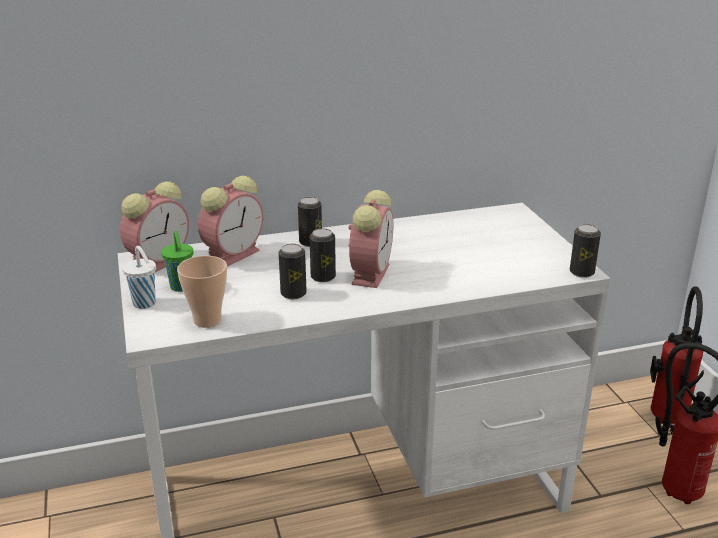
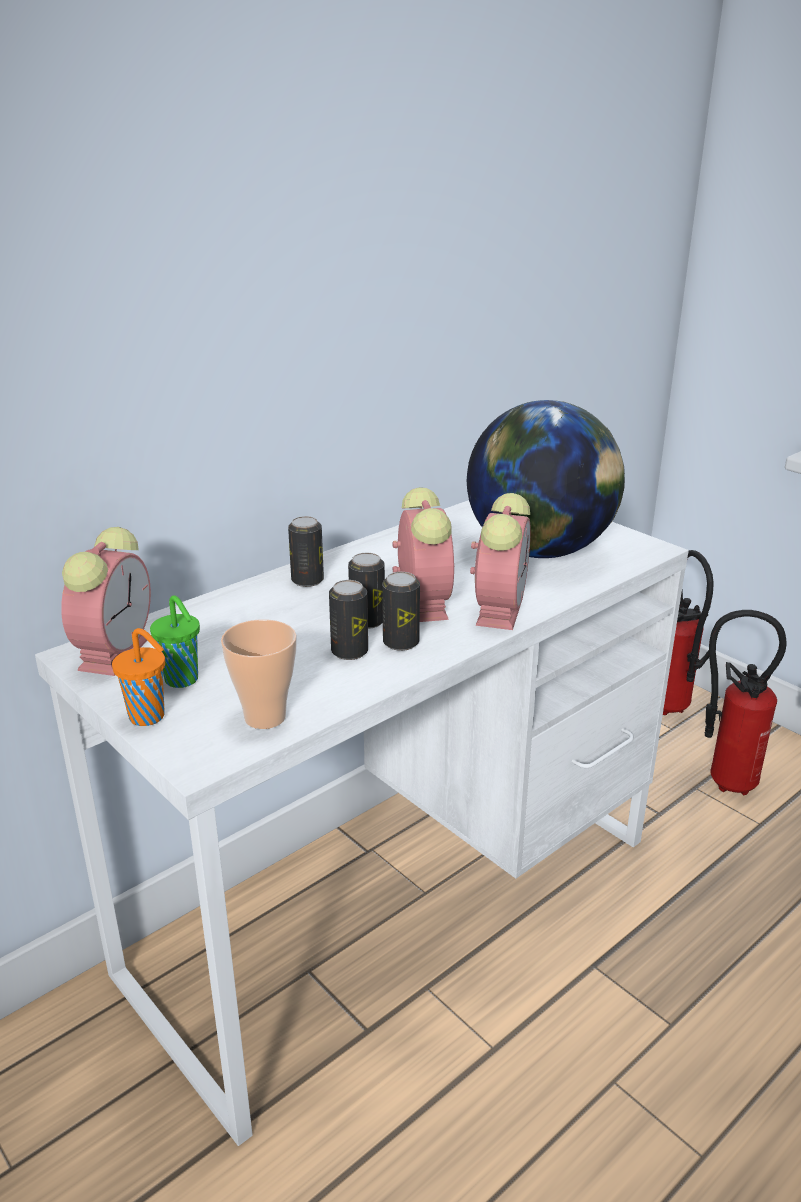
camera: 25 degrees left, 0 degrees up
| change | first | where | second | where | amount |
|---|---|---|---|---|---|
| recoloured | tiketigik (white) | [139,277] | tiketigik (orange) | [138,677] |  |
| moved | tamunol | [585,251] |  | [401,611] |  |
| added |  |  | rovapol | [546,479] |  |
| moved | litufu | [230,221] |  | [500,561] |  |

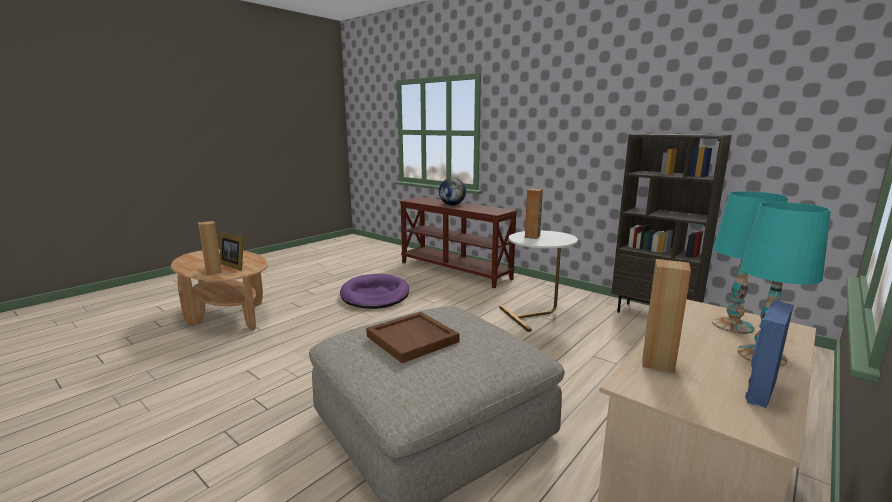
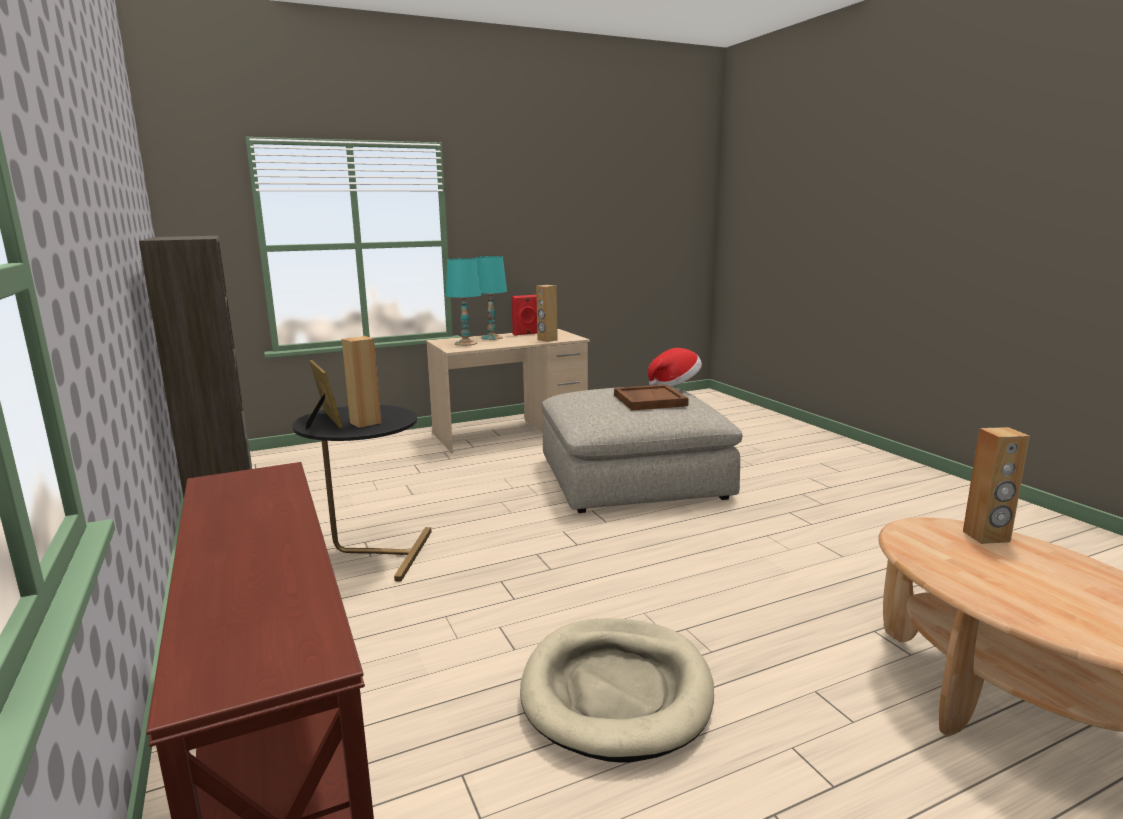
camera: 155 degrees left, 0 degrees up
| change | first | where | second | where | amount |
|---|---|---|---|---|---|
| recoloured | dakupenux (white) | [538,281] | dakupenux (black) | [361,493] |  |
| moved | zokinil | [232,251] |  | [324,395] |  |
| recoloured | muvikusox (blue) | [769,354] | muvikusox (red) | [524,315] |  |
| recoloured | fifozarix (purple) | [374,291] | fifozarix (beige) | [617,690] |  |
| added |  |  | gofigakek | [675,367] |  |
| removed | rovapol | [452,191] |  |  |  |

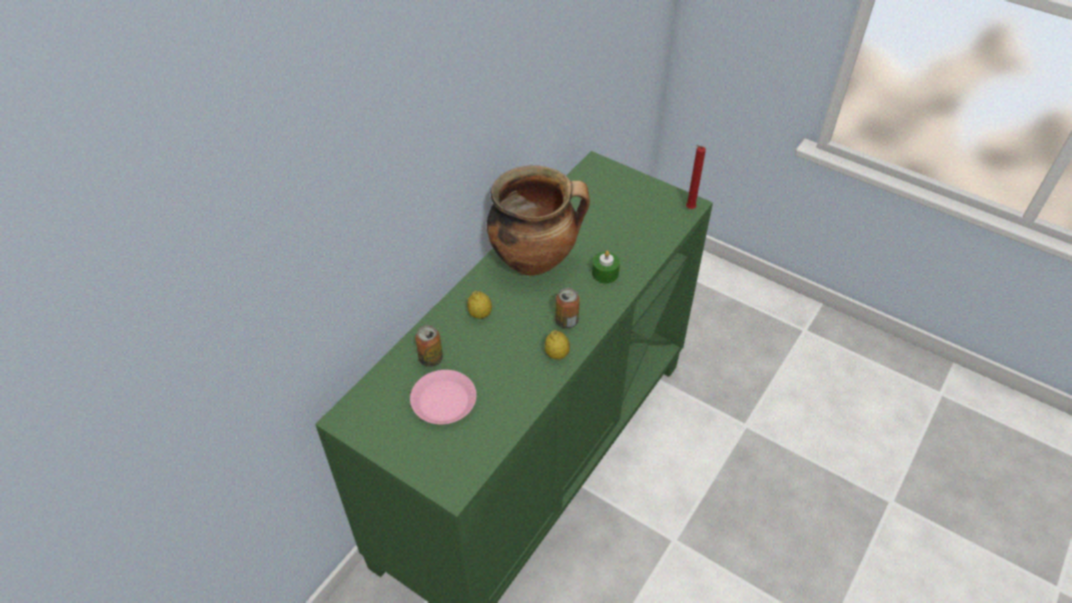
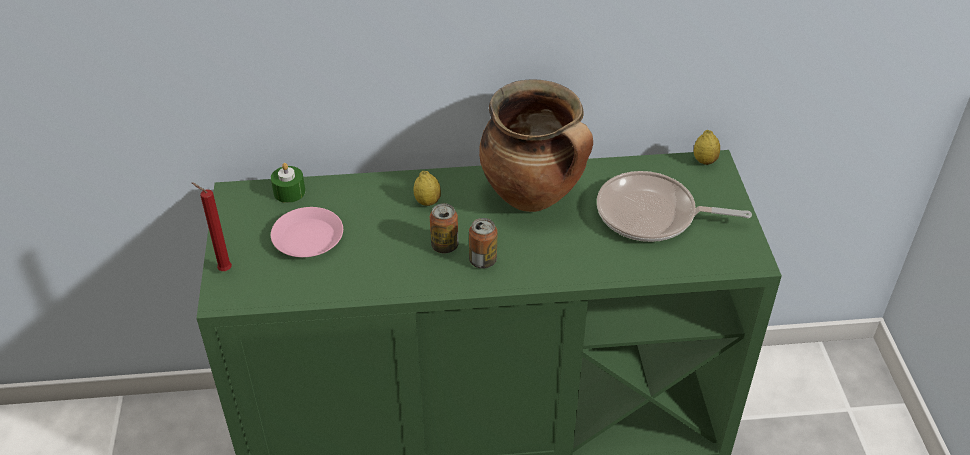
camera: 50 degrees right, 5 degrees down
| change | first | where | second | where | amount |
|---|---|---|---|---|---|
| moved | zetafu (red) | [696,177] |  | [212,227] |  |
| moved | zetafu (green) | [606,267] |  | [288,183] |  |
| moved | tamunol | [429,346] |  | [444,228] |  |
| added |  |  | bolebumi | [674,206] |  |
| moved | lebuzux | [557,345] |  | [707,147] |  |

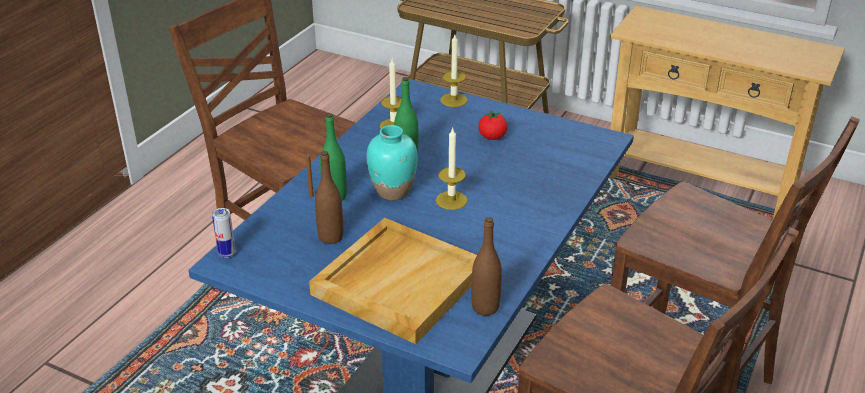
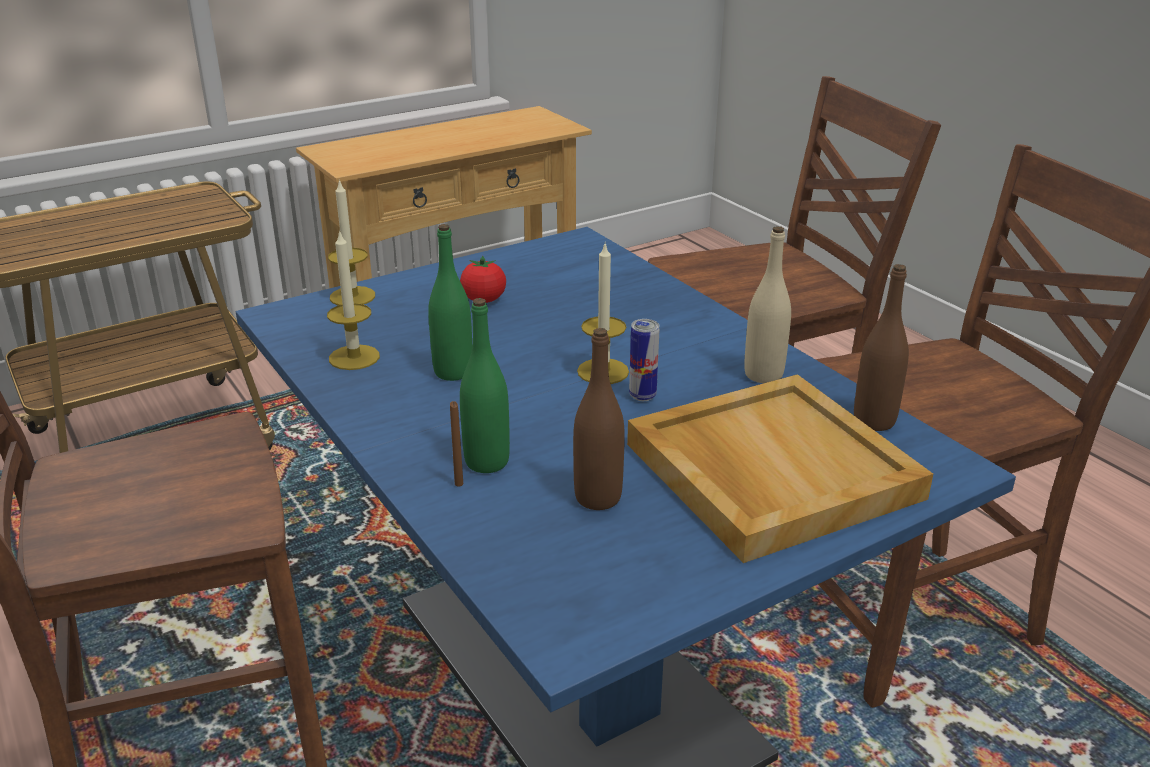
camera: 60 degrees left, 5 degrees down
| change | first | where | second | where | amount |
|---|---|---|---|---|---|
| moved | tamunol | [224,233] |  | [644,360] |  |
| added |  |  | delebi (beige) | [767,304] |  |
| removed | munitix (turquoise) | [392,163] |  |  |  |

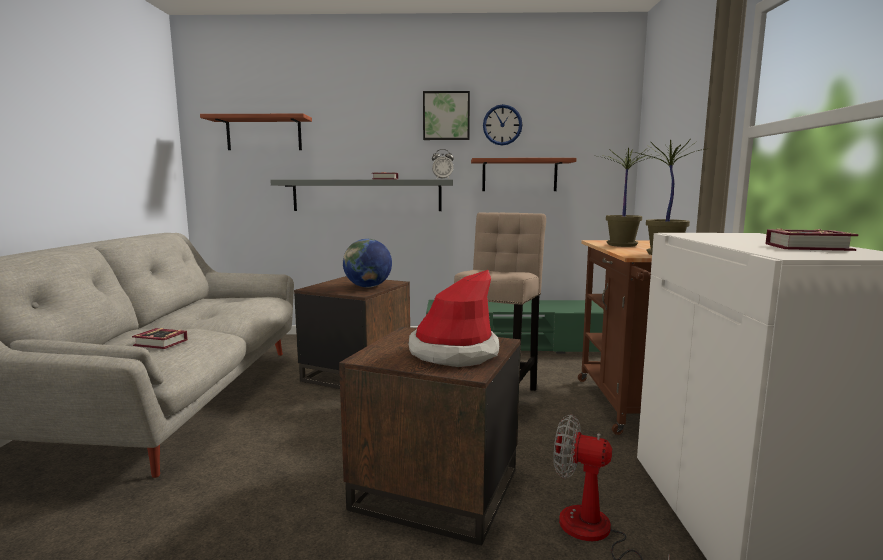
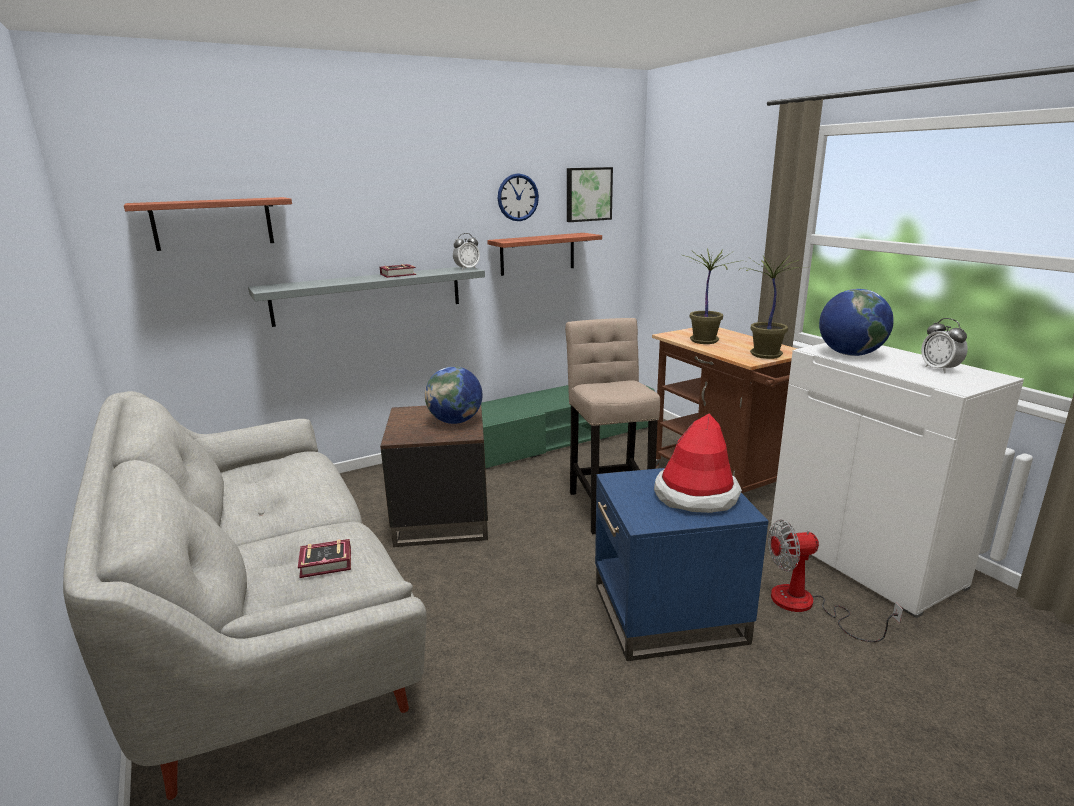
camera: 30 degrees left, 10 degrees up
| change | first | where | second | where | amount |
|---|---|---|---|---|---|
| moved | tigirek | [446,115] |  | [590,194] |  |
| recoloured | dakupenux (brown) | [430,436] | dakupenux (blue) | [682,564] |  |
| added |  |  | rovapol | [856,322] |  |
| replaced | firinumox | [812,239] | litufu | [944,345] |  |

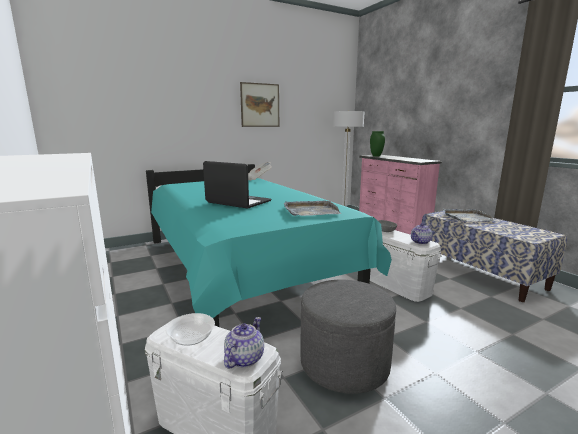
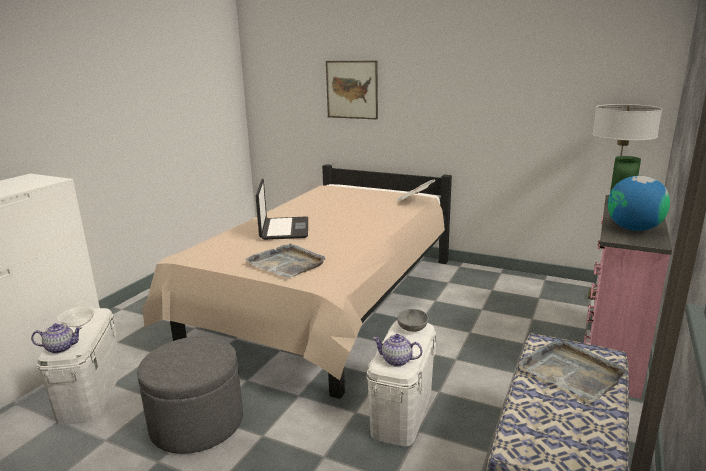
camera: 55 degrees right, 5 degrees up
| change | first | where | second | where | amount |
|---|---|---|---|---|---|
| recoloured | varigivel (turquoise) | [269,245] | varigivel (beige) | [297,281] |  |
| moved | tigirek | [259,104] |  | [352,90] |  |
| added |  |  | rovapol | [639,203] |  |

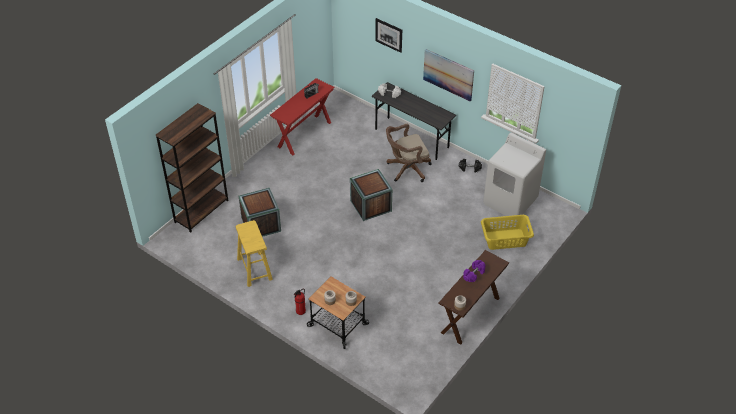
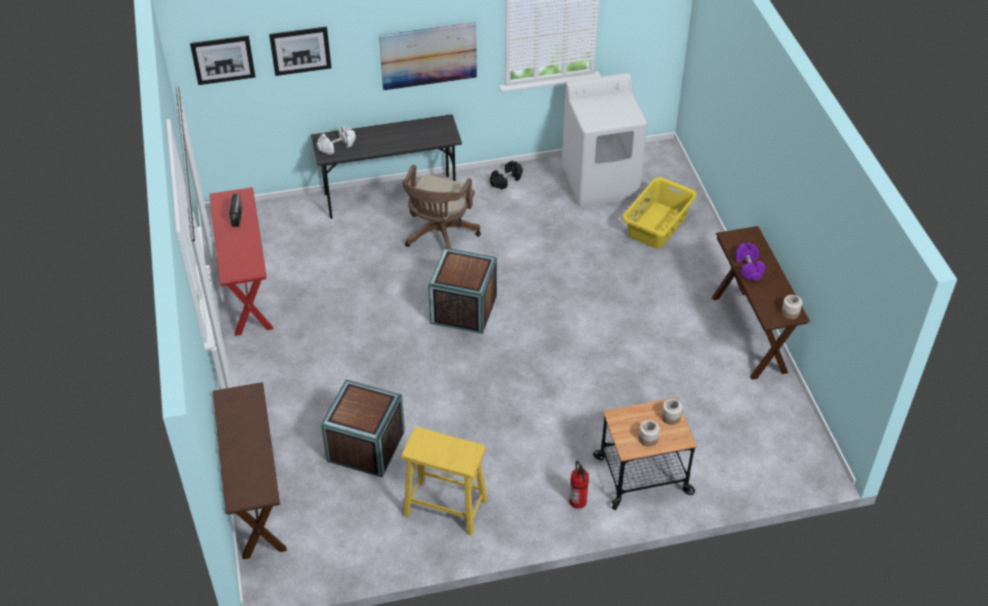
camera: 50 degrees left, 0 degrees up
| change | first | where | second | where | amount |
|---|---|---|---|---|---|
| added |  |  | tigirek | [222,60] |  |
| replaced | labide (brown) | [192,168] | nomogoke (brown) | [250,471] |  |

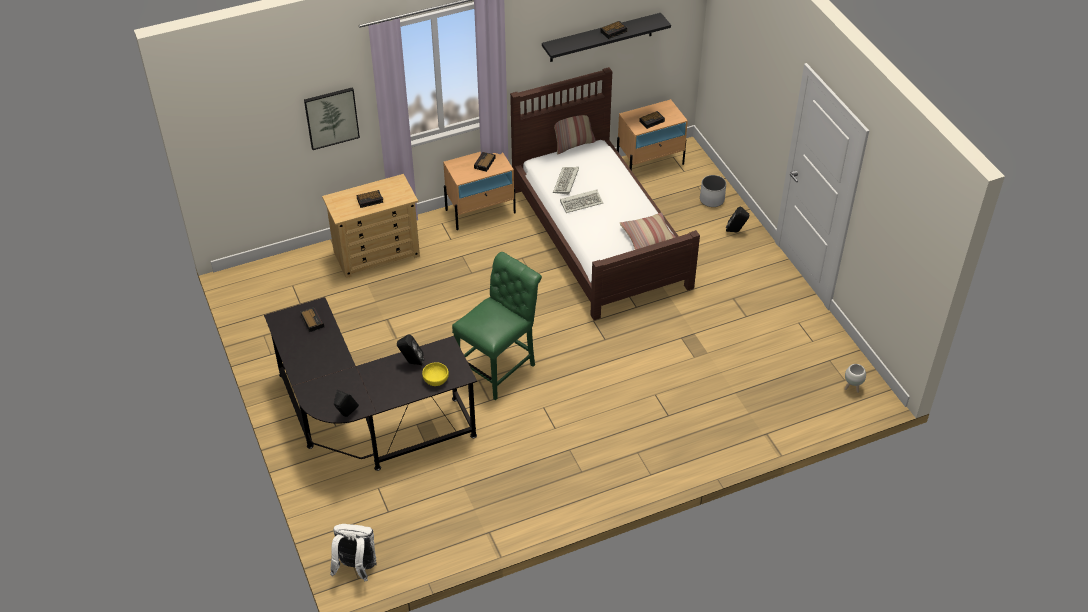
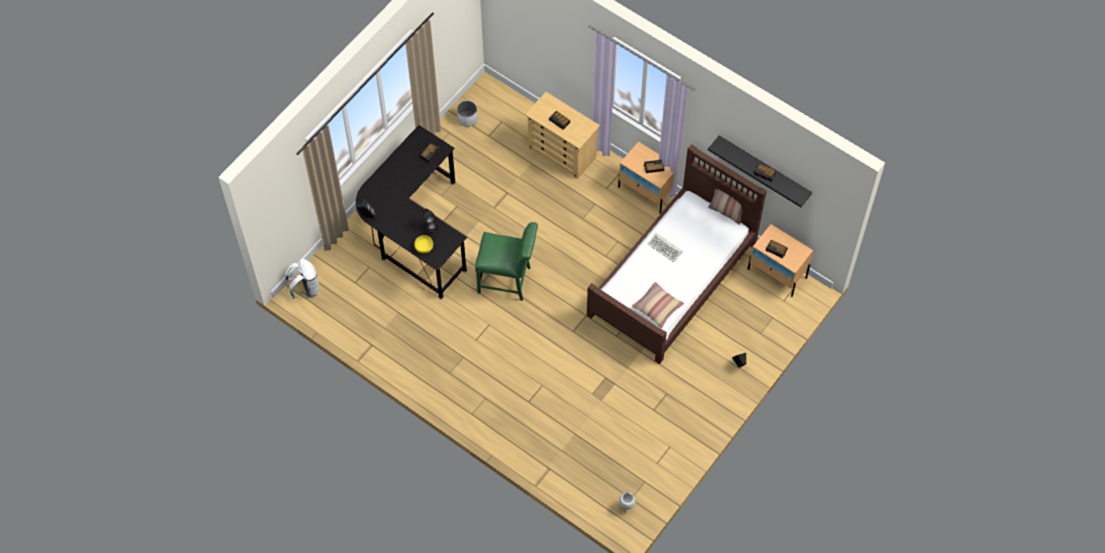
camera: 60 degrees right, 15 degrees up
| change | first | where | second | where | amount |
|---|---|---|---|---|---|
| moved | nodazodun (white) | [713,191] |  | [467,114] |  |
| removed | tigirek | [332,118] |  |  |  |
| removed | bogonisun | [566,181] |  |  |  |

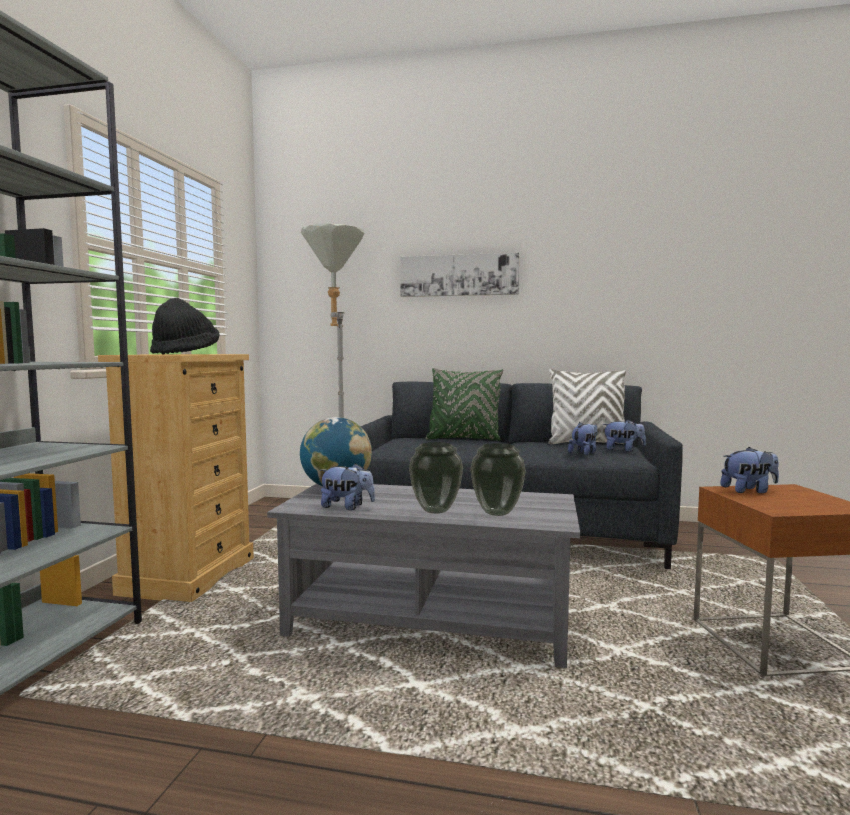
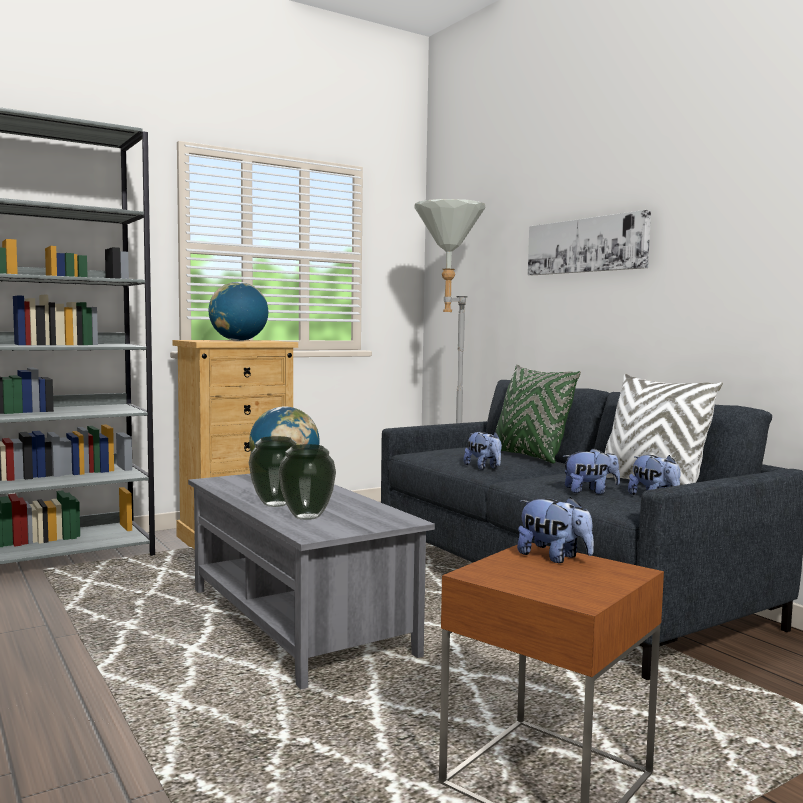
camera: 45 degrees right, 0 degrees up
| change | first | where | second | where | amount |
|---|---|---|---|---|---|
| replaced | gofigakek (black) | [185,326] | rovapol | [238,311] |  |
| moved | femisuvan | [347,486] |  | [483,451] |  |

